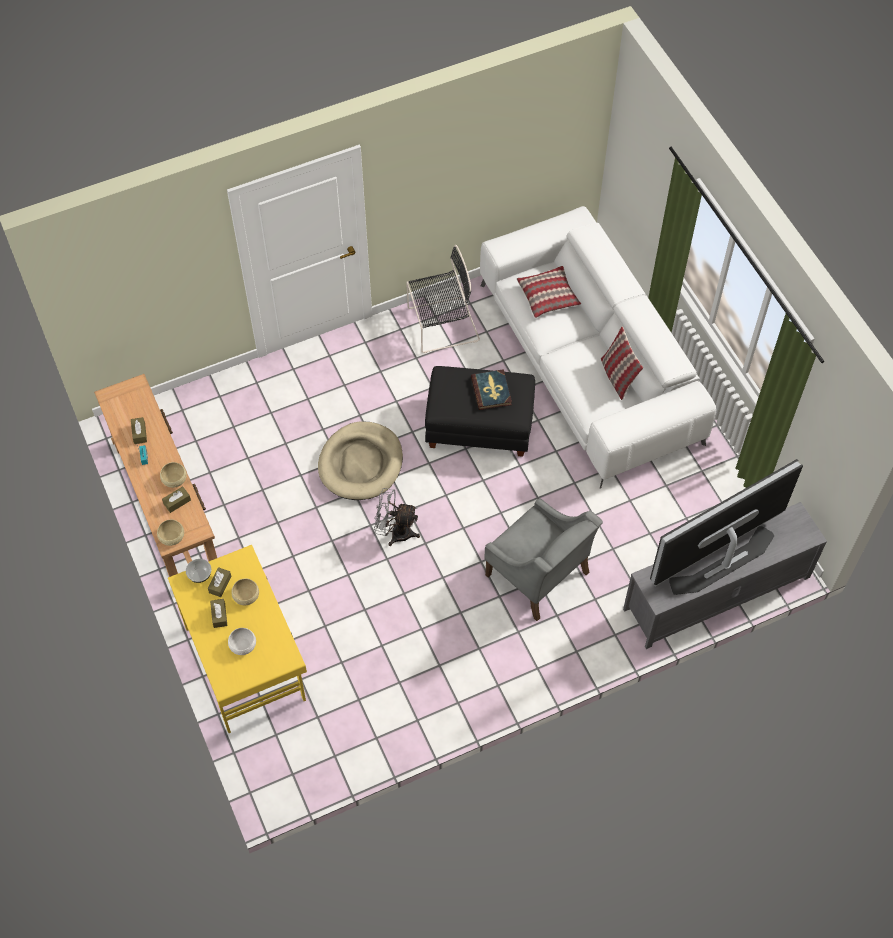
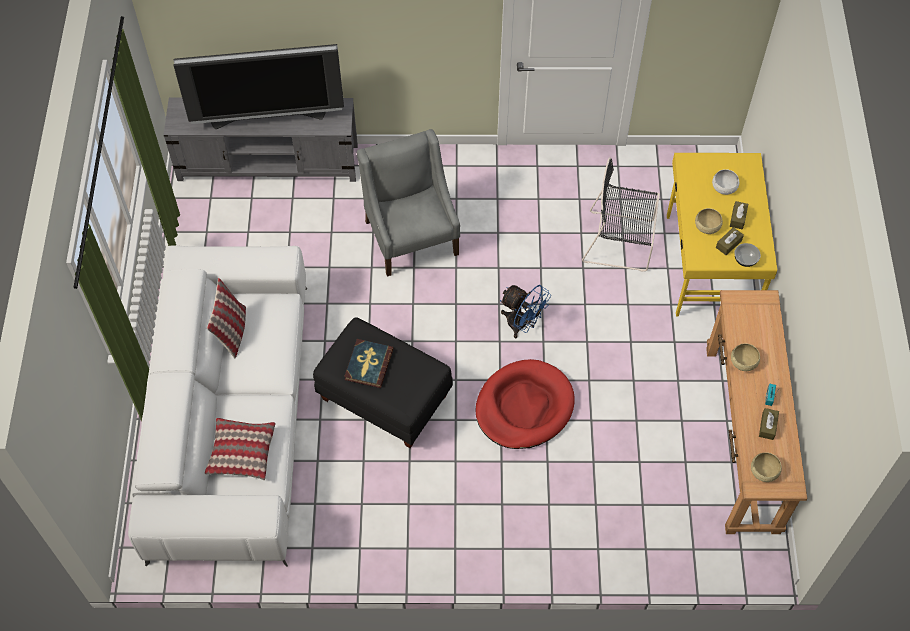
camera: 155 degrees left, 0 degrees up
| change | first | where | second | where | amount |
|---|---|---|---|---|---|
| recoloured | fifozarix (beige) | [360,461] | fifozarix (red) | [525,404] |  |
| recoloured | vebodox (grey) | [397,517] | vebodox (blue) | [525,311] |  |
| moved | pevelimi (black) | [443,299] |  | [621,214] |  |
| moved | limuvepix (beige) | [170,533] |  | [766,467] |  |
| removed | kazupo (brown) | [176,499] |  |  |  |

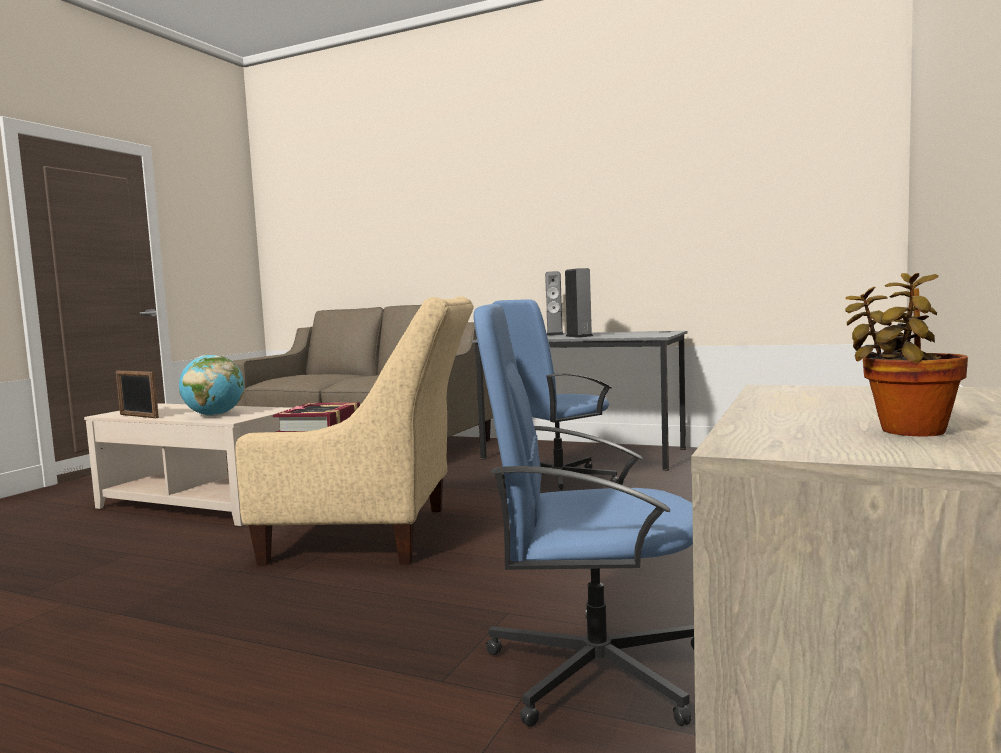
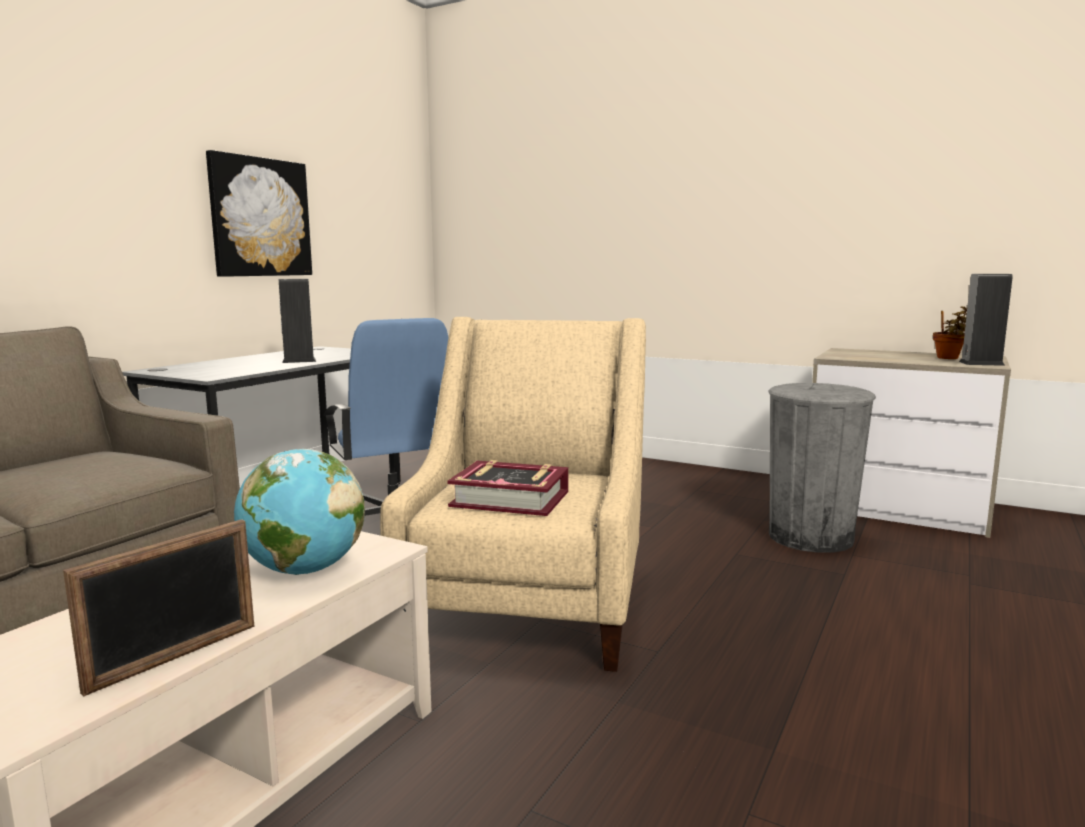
camera: 85 degrees left, 5 degrees up
| change | first | where | second | where | amount |
|---|---|---|---|---|---|
| added |  |  | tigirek | [259,213] |  |
| replaced | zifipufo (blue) | [584,515] | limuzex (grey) | [822,468] |  |
| moved | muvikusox | [554,303] |  | [986,320] |  |

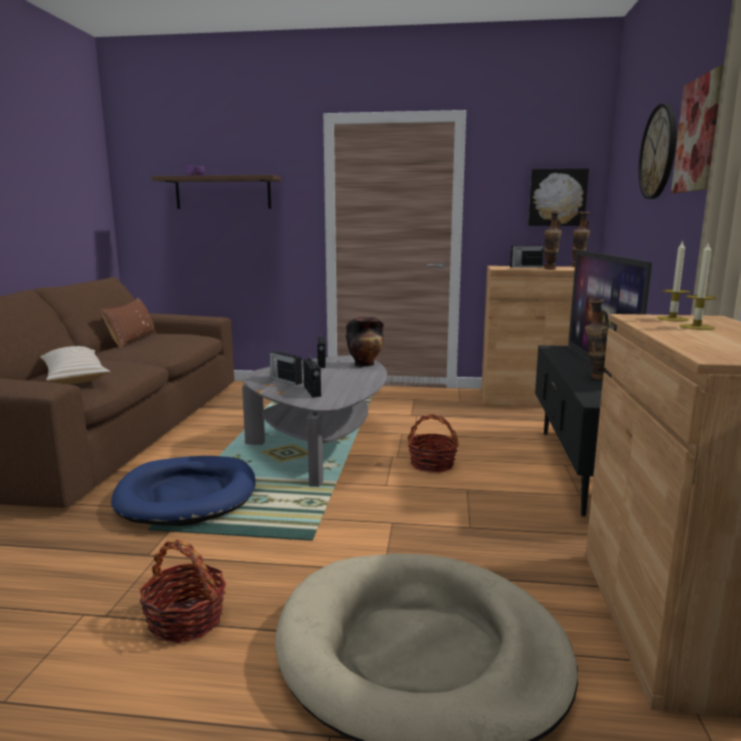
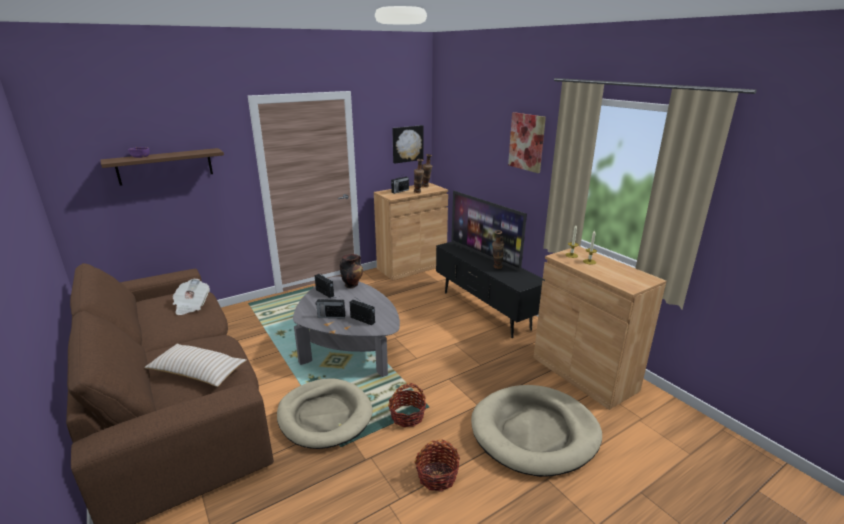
camera: 40 degrees left, 10 degrees up
| change | first | where | second | where | amount |
|---|---|---|---|---|---|
| added |  |  | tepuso | [191,297] |  |
| recoloured | fifozarix (blue) | [183,491] | fifozarix (beige) | [325,413] |  |
| moved | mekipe | [433,443] |  | [407,405] |  |
| removed | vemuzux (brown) | [128,323] |  |  |  |
| removed | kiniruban | [658,151] |  |  |  |

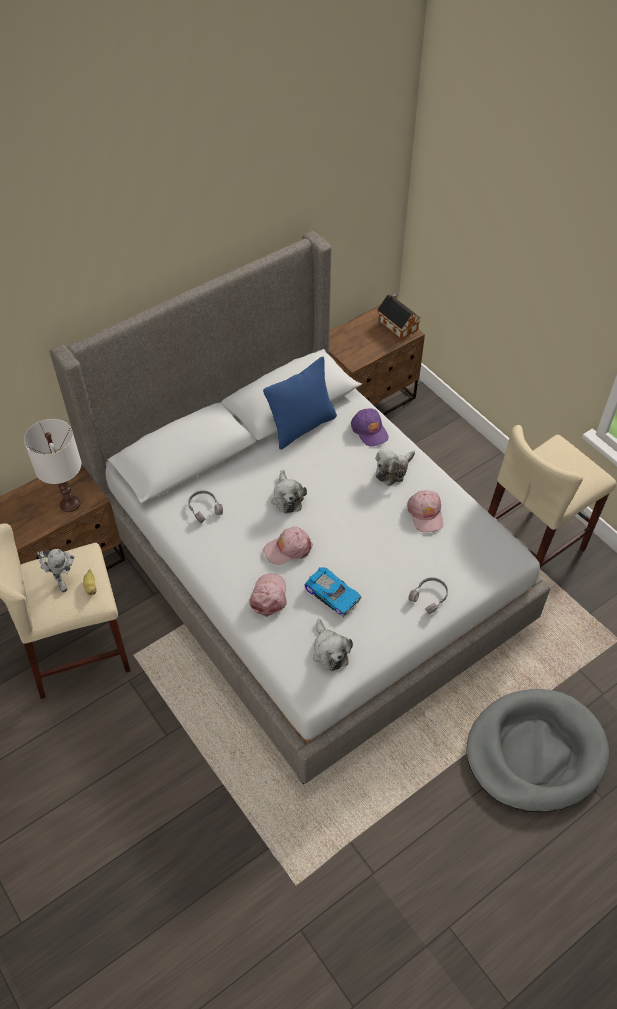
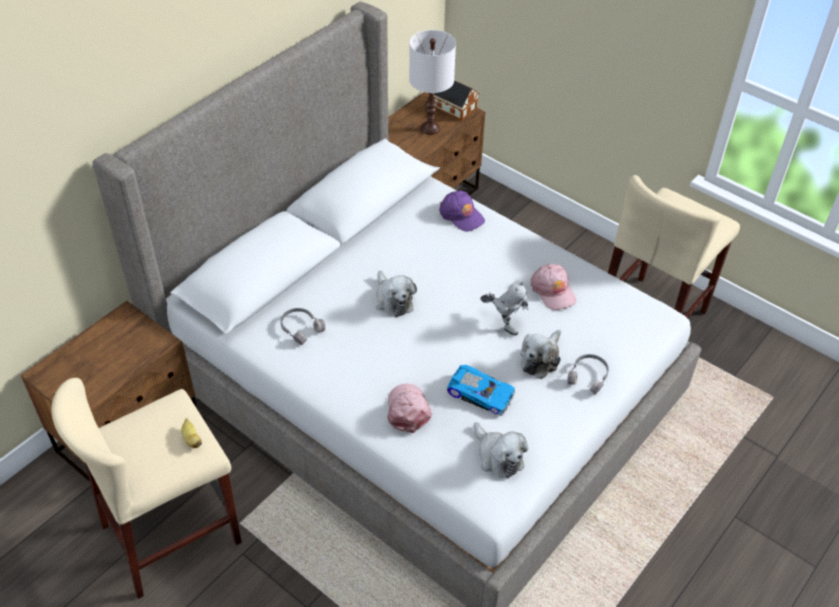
camera: 15 degrees left, 5 degrees down
| change | first | where | second | where | amount |
|---|---|---|---|---|---|
| moved | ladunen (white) | [52,465] |  | [432,82] |  |
| moved | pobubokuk | [56,570] |  | [504,308] |  |
| moved | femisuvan | [395,467] |  | [541,354] |  |
| removed | vemuzux (blue) | [300,403] |  |  |  |
| removed | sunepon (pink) | [288,546] |  |  |  |
| removed | fifozarix (grey) | [538,751] |  |  |  |

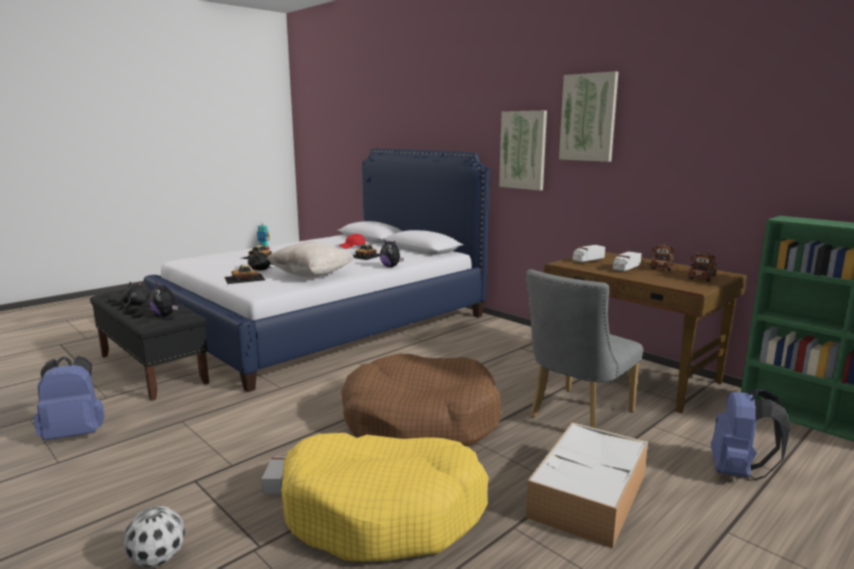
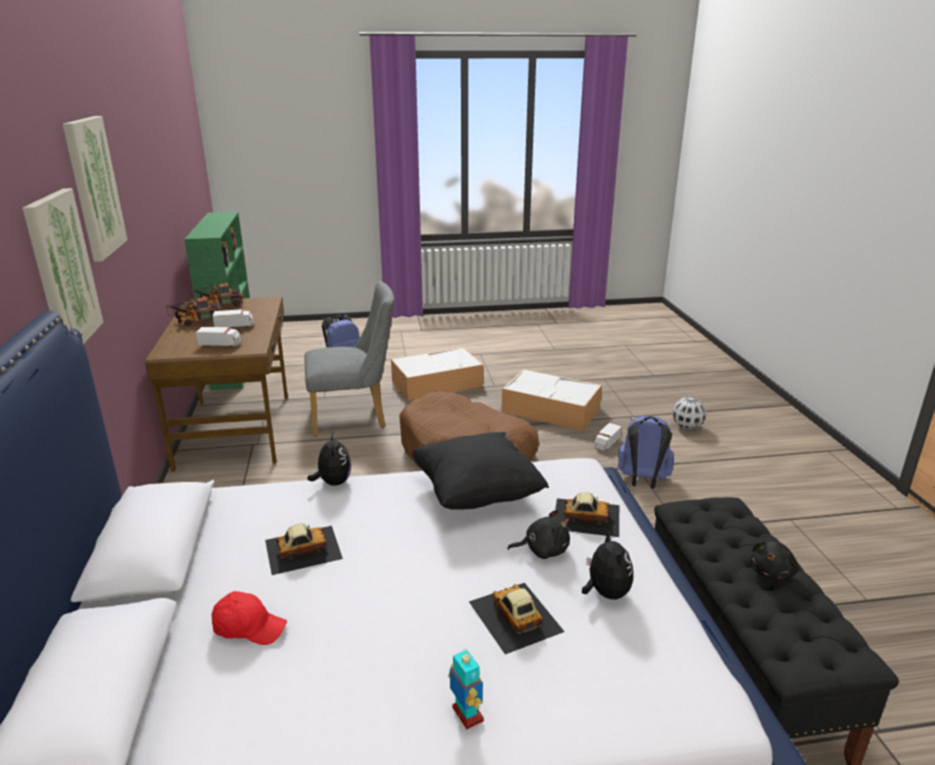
camera: 145 degrees left, 10 degrees up
| change | first | where | second | where | amount |
|---|---|---|---|---|---|
| recoloured | vemuzux (beige) | [310,259] | vemuzux (black) | [480,471] |  |
| replaced | fifozarix (yellow) | [385,497] | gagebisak | [551,400] |  |
| moved | femisuvan | [164,299] |  | [607,565] |  |
| moved | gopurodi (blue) | [69,398] |  | [646,452] |  |

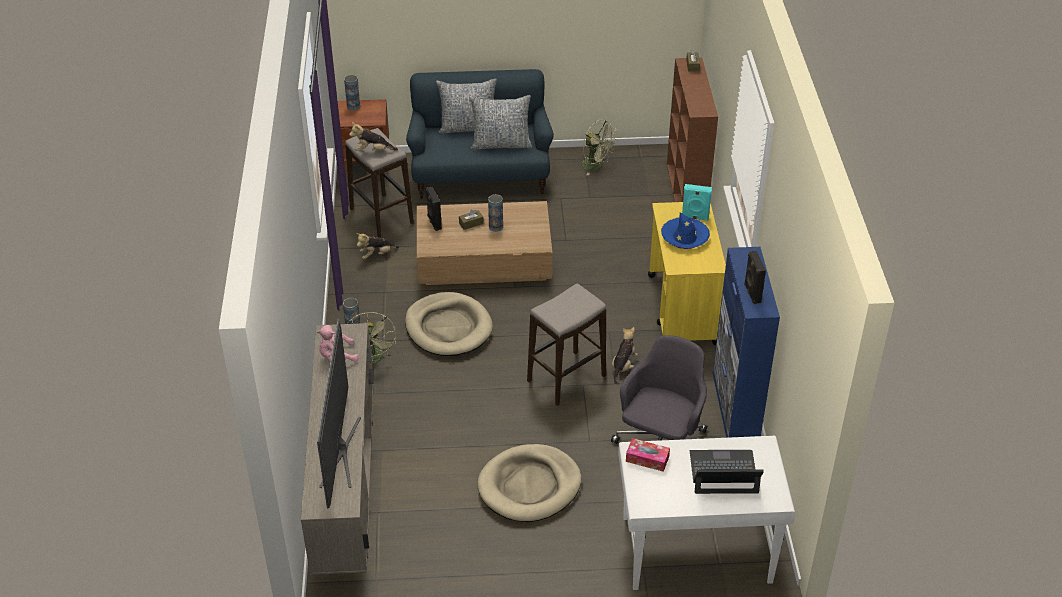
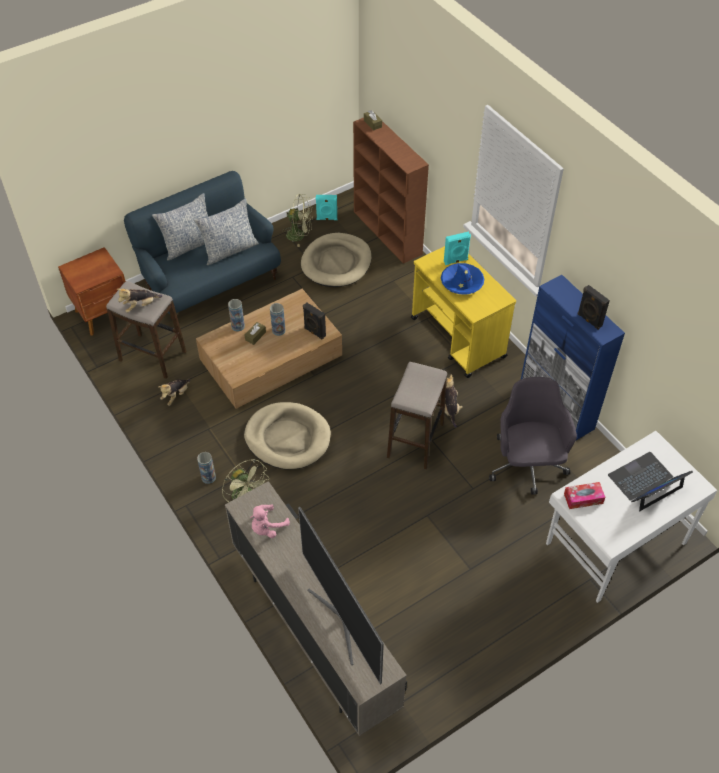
camera: 30 degrees left, 10 degrees up
| change | first | where | second | where | amount |
|---|---|---|---|---|---|
| moved | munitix | [352,93] |  | [236,315] |  |
| moved | fifozarix (beige) | [529,483] |  | [336,260] |  |
| moved | muvikusox (black) | [434,209] |  | [314,321] |  |
| added |  |  | muvikusox (turquoise) | [327,207] |  |

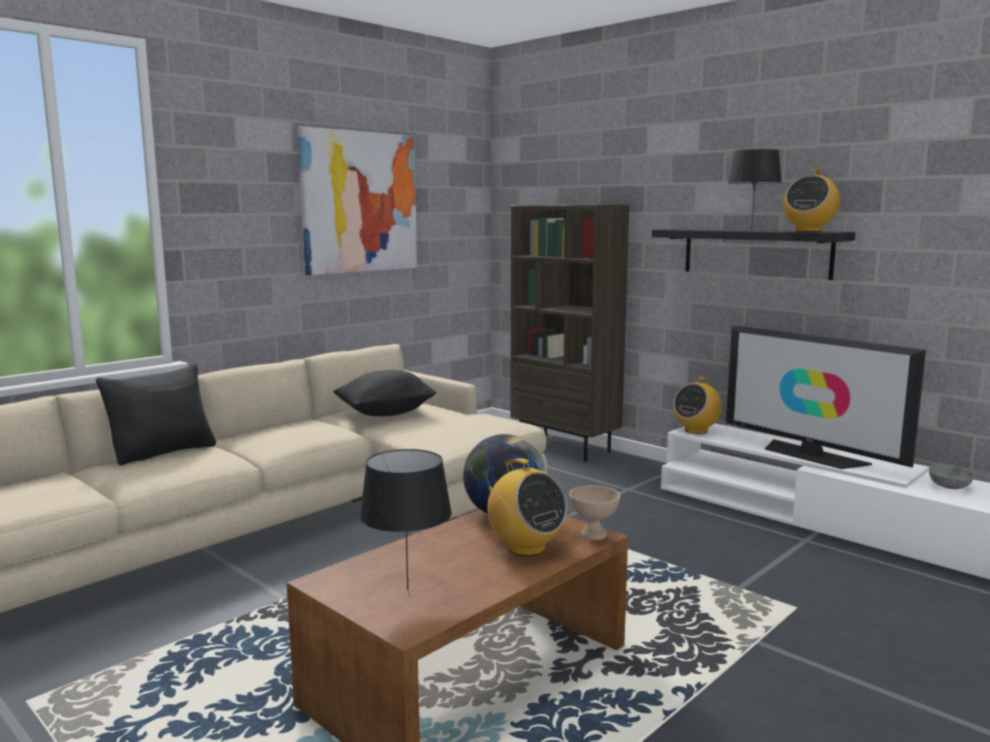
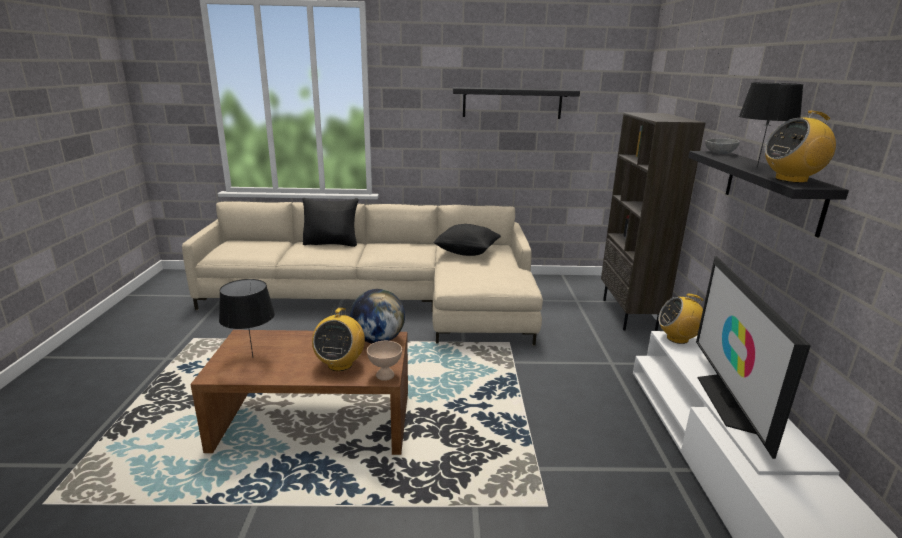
camera: 45 degrees right, 10 degrees up
| change | first | where | second | where | amount |
|---|---|---|---|---|---|
| replaced | tigirek | [357,200] | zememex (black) | [516,103] |  |
| moved | limuvepix (grey) | [952,477] |  | [722,146] |  |

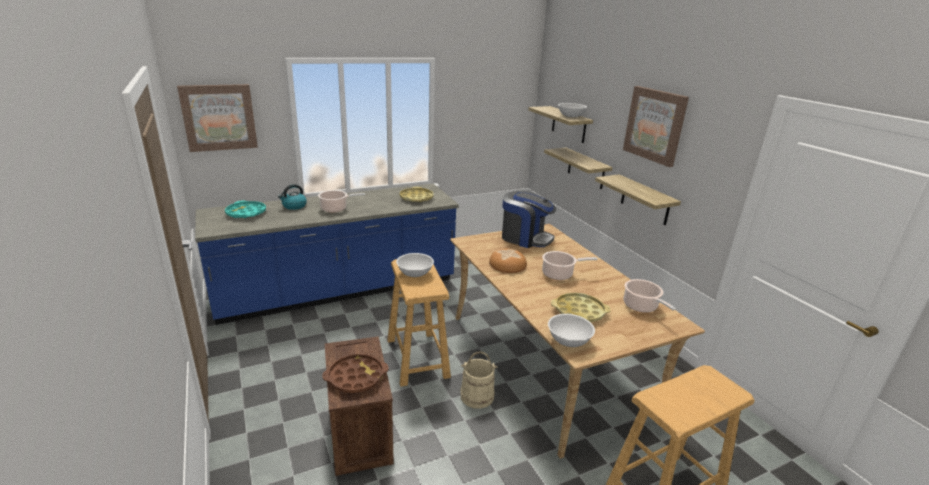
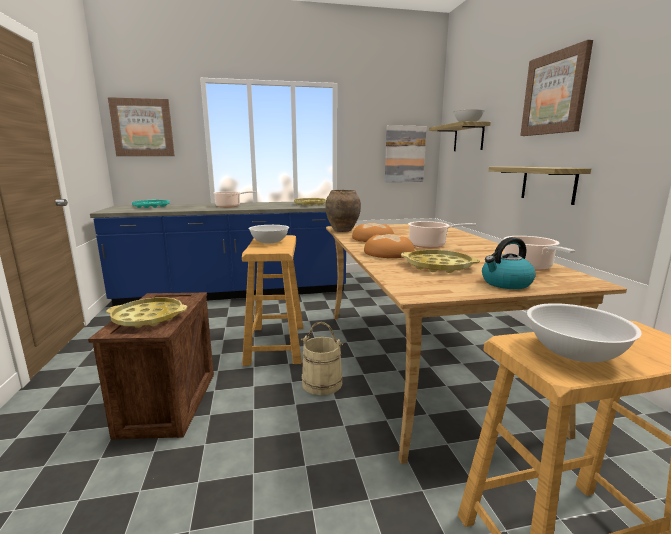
camera: 15 degrees right, 10 degrees down
| change | first | where | second | where | amount |
|---|---|---|---|---|---|
| recoloured | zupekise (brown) | [355,373] | zupekise (yellow) | [146,312] |  |
| added |  |  | munitix (brown) | [343,211] |  |
| added |  |  | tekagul | [389,246] |  |
| added |  |  | tigirek | [406,153] |  |
| moved | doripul | [292,197] |  | [509,263] |  |
| moved | limuvepix (white) | [571,330] |  | [584,332] |  |
| removed | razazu | [529,219] |  |  |  |
| removed | zememex | [578,168] |  |  |  |

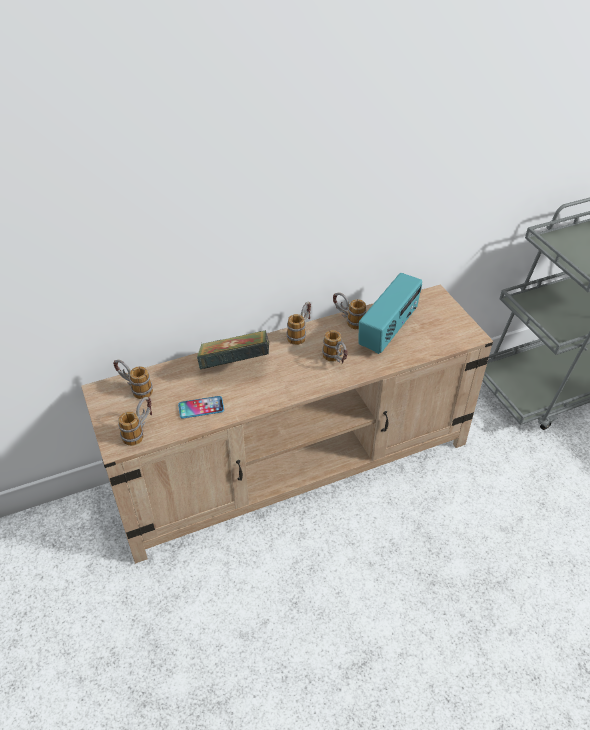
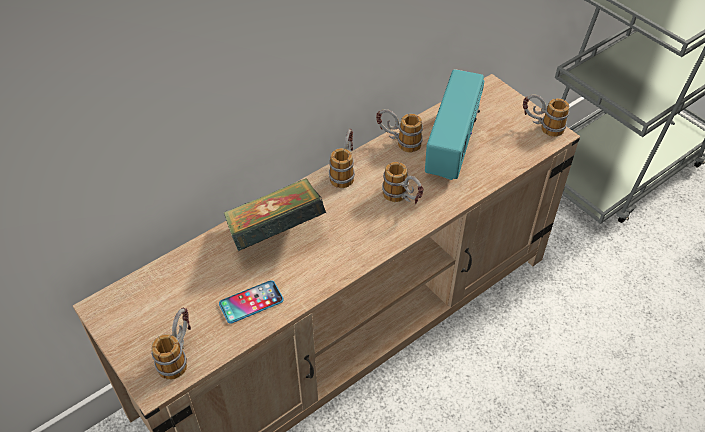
camera: 15 degrees left, 5 degrees up
| change | first | where | second | where | amount |
|---|---|---|---|---|---|
| moved | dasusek | [133,379] |  | [546,116] |  |

